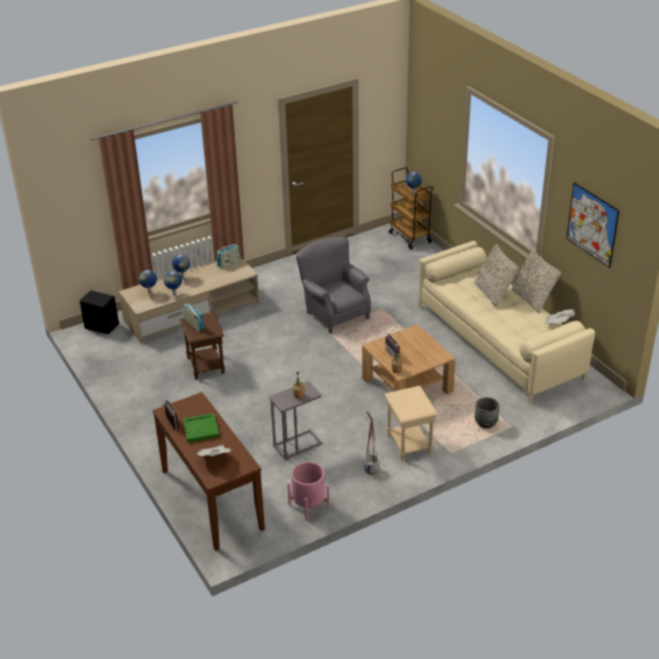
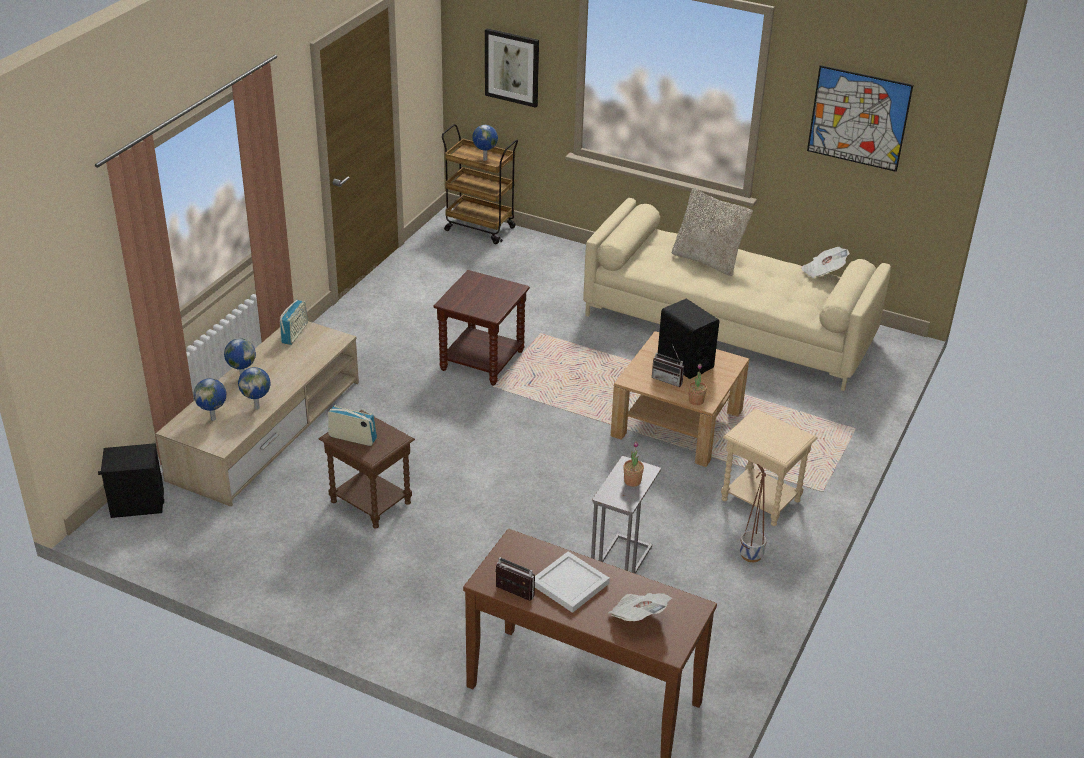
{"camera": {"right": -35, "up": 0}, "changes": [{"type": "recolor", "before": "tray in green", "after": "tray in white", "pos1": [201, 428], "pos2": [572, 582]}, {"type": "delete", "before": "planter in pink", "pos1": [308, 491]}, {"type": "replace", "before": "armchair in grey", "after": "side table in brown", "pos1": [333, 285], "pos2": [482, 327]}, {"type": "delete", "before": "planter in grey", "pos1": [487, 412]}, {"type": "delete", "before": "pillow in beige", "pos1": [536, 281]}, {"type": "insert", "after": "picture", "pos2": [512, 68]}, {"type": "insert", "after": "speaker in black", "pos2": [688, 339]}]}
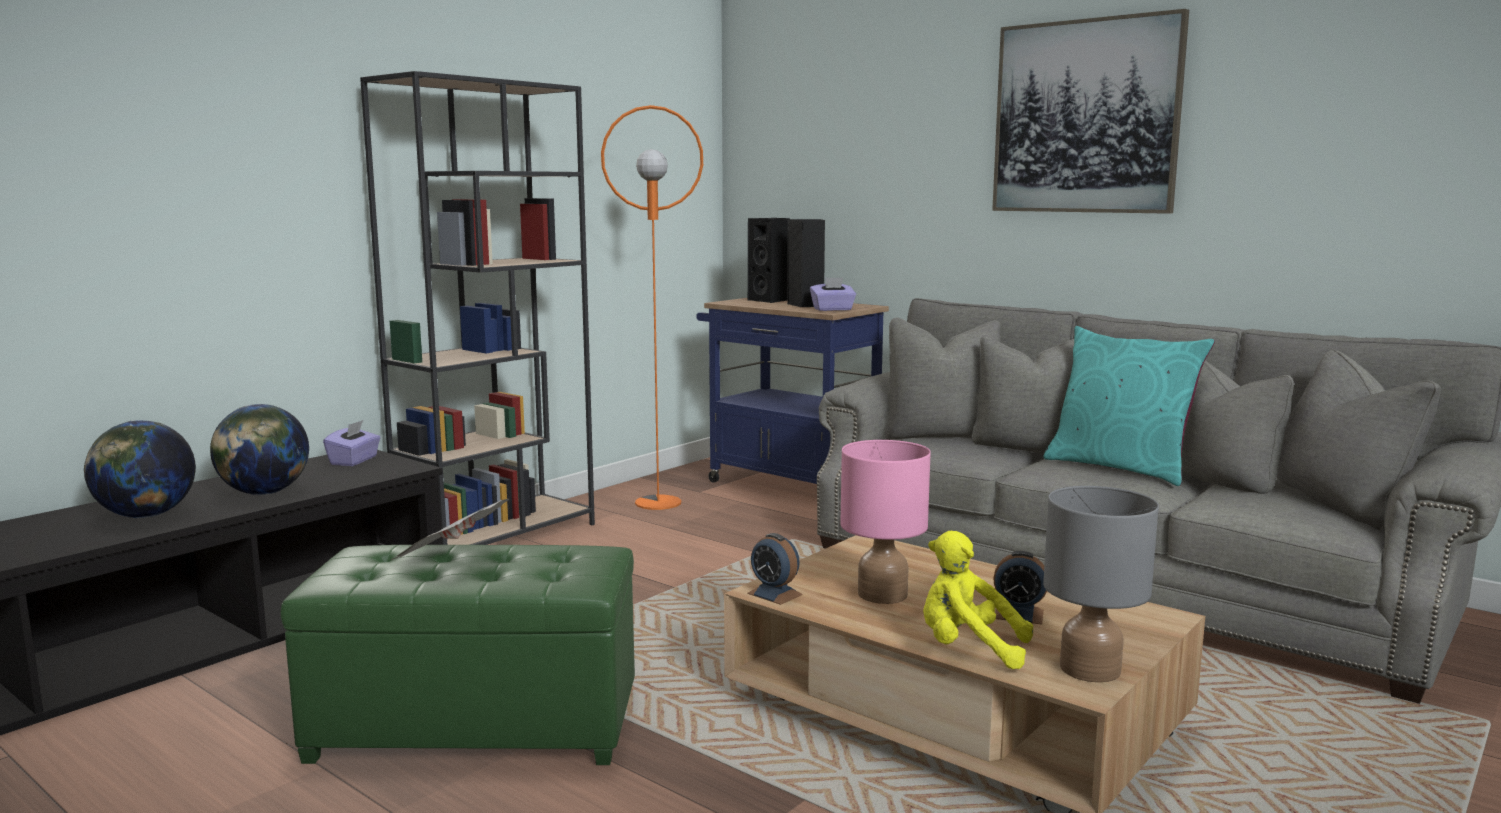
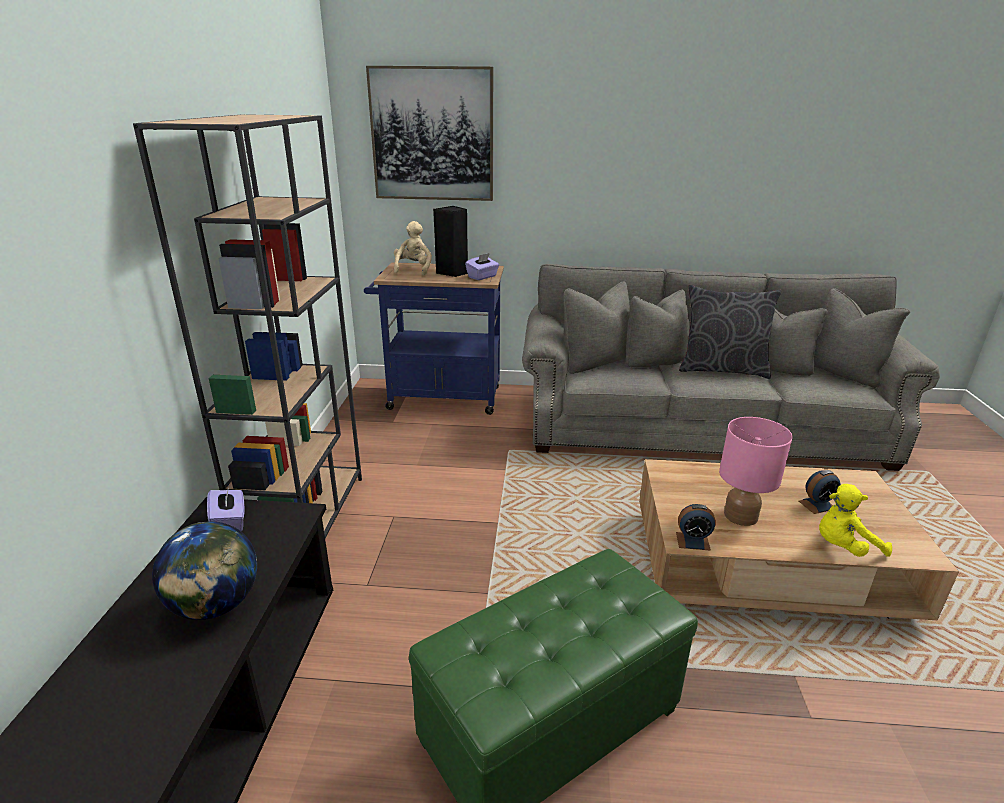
{"camera": {"right": -35, "up": 15}, "changes": [{"type": "delete", "before": "globe", "pos1": [140, 469]}, {"type": "delete", "before": "newspaper", "pos1": [450, 529]}, {"type": "delete", "before": "floor lamp in orange", "pos1": [652, 307]}, {"type": "replace", "before": "speaker in black", "after": "plush toy in beige", "pos1": [769, 260], "pos2": [413, 248]}, {"type": "move", "before": "picture", "pos1": [1090, 111], "pos2": [429, 133]}, {"type": "recolor", "before": "pillow in turquoise", "after": "pillow in grey", "pos1": [1129, 406], "pos2": [730, 332]}, {"type": "delete", "before": "table lamp in grey", "pos1": [1101, 584]}]}
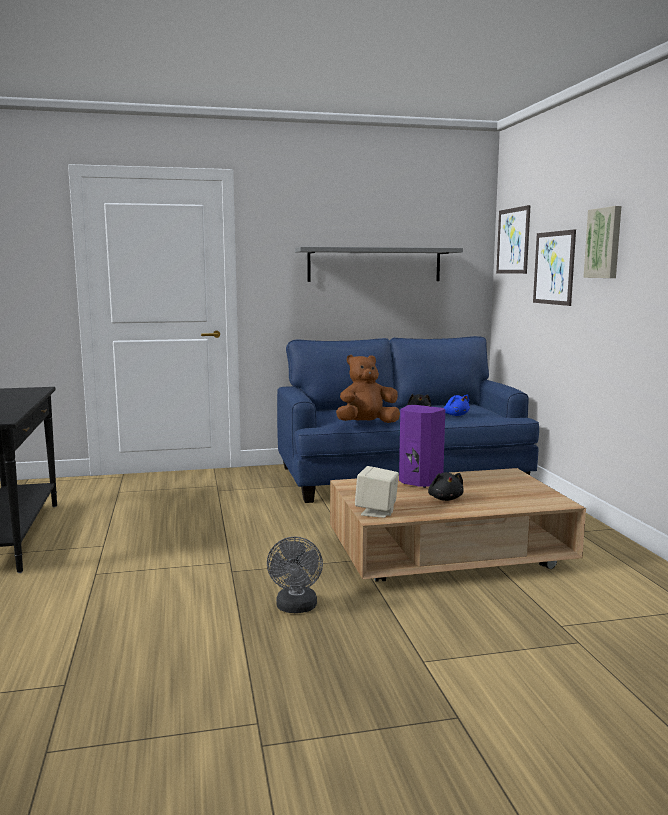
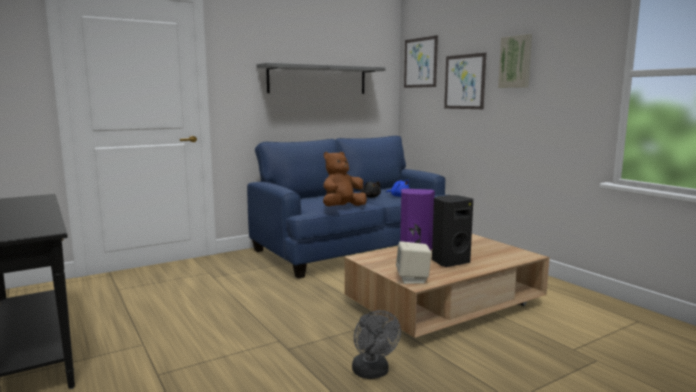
{"camera": {"right": -20, "up": 0}, "changes": [{"type": "replace", "before": "plush toy in black", "after": "speaker in black", "pos1": [446, 486], "pos2": [452, 231]}]}
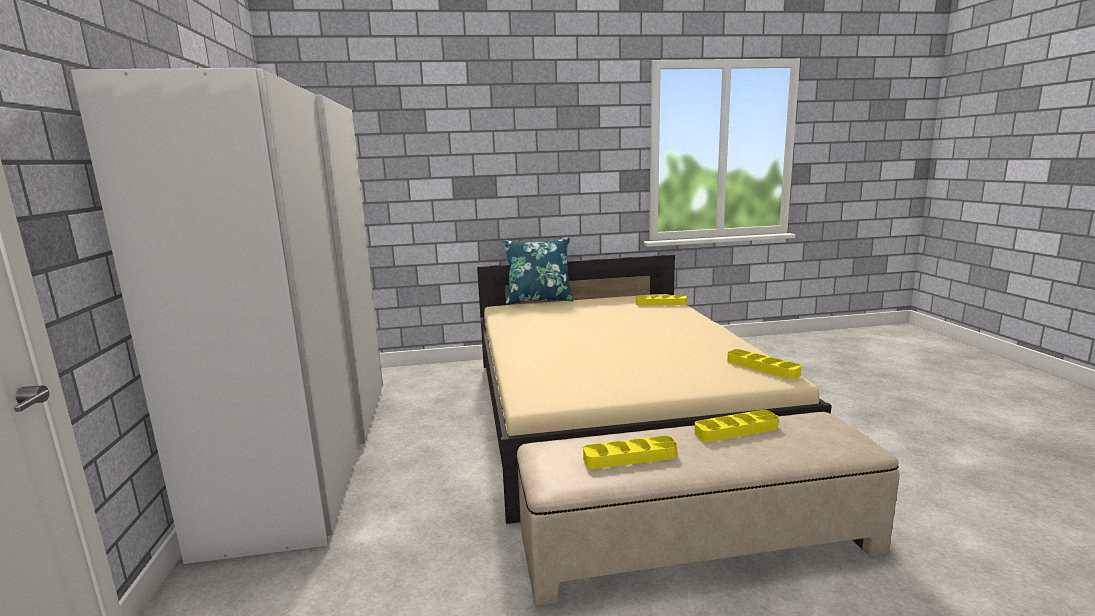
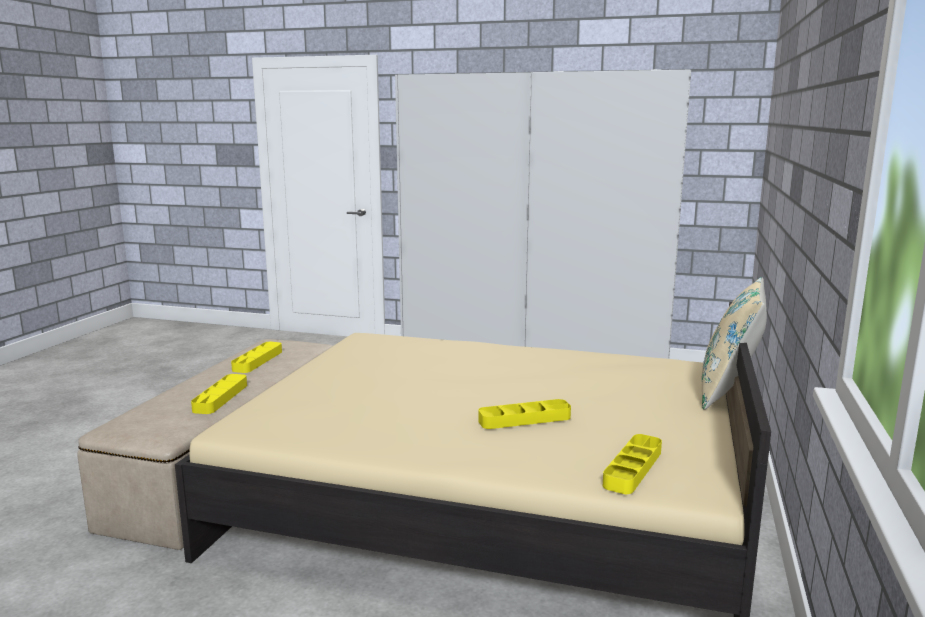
{"camera": {"right": 115, "up": 0}, "changes": [{"type": "recolor", "before": "pillow in blue", "after": "pillow in beige", "pos1": [538, 271], "pos2": [734, 343]}, {"type": "move", "before": "tray in yellow", "pos1": [764, 364], "pos2": [524, 414]}]}
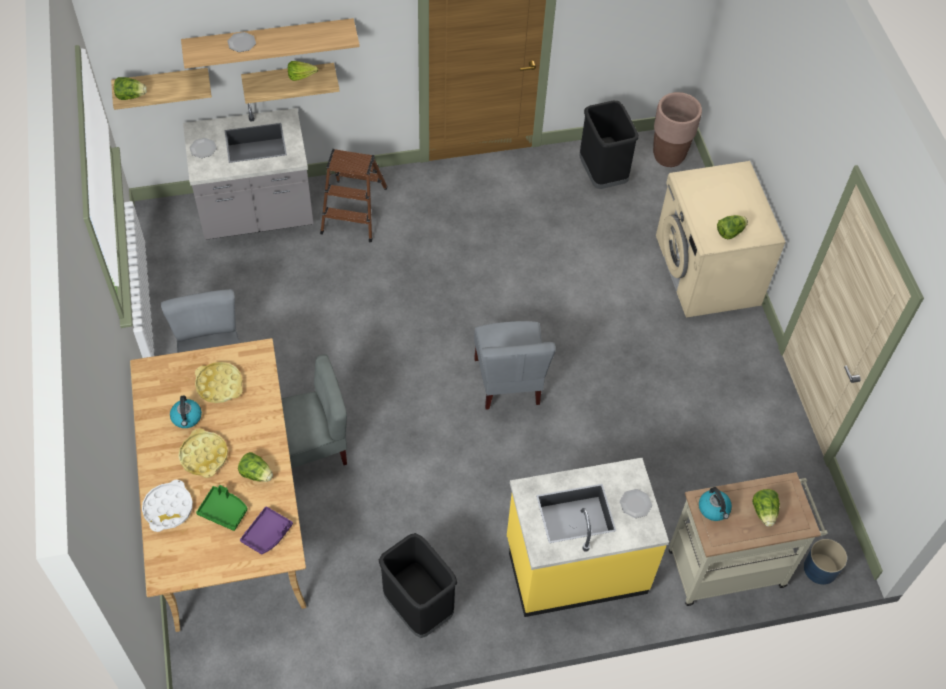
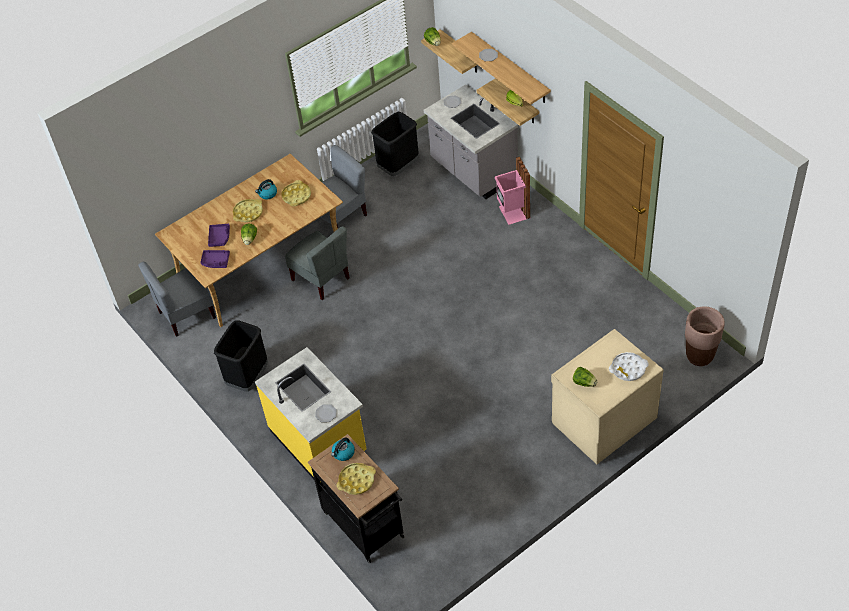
{"camera": {"right": 70, "up": -5}, "changes": [{"type": "move", "before": "tray in white", "pos1": [167, 506], "pos2": [629, 366]}, {"type": "recolor", "before": "tray in green", "after": "tray in purple", "pos1": [222, 508], "pos2": [219, 235]}, {"type": "replace", "before": "step ladder in brown", "after": "trash can in pink", "pos1": [354, 195], "pos2": [512, 191]}, {"type": "move", "before": "chair in grey", "pos1": [515, 365], "pos2": [177, 299]}, {"type": "move", "before": "trash can in black", "pos1": [609, 145], "pos2": [395, 144]}, {"type": "recolor", "before": "cart in beige", "after": "cart in black", "pos1": [748, 539], "pos2": [356, 498]}, {"type": "replace", "before": "lettuce", "after": "tray in yellow", "pos1": [766, 507], "pos2": [356, 479]}, {"type": "delete", "before": "planter in blue", "pos1": [825, 562]}]}
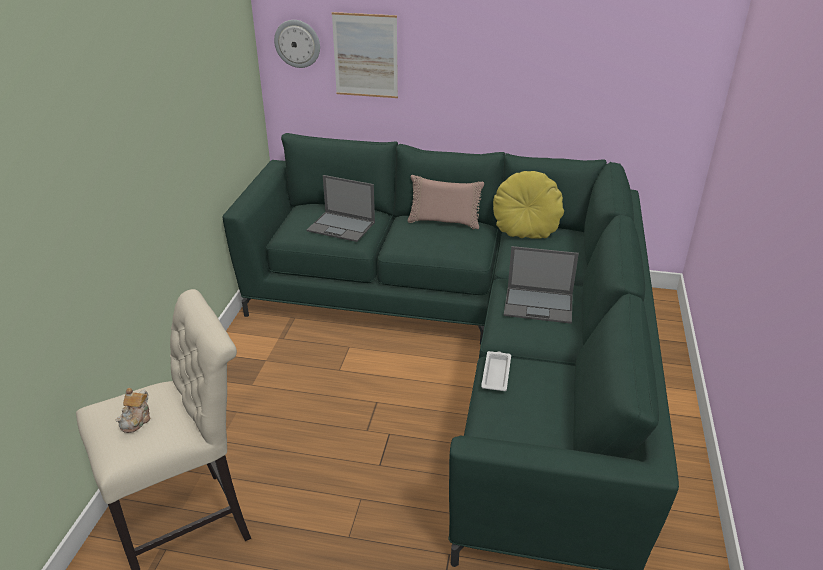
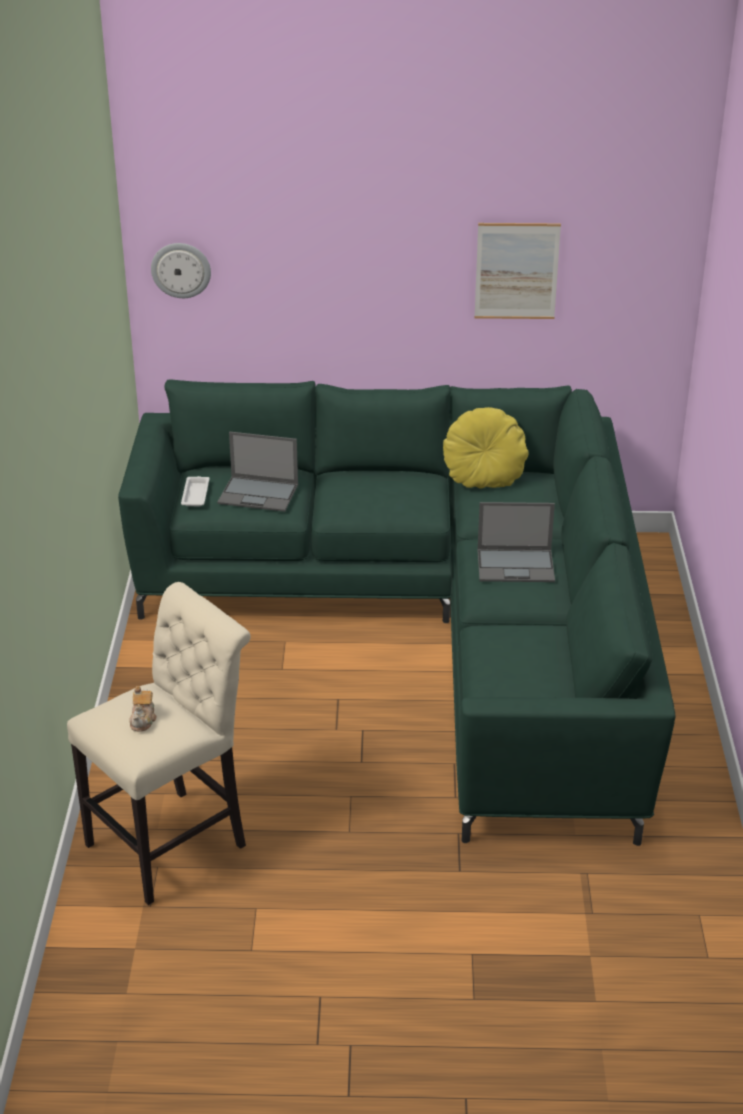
{"camera": {"right": -10, "up": 0}, "changes": [{"type": "move", "before": "picture", "pos1": [365, 55], "pos2": [517, 271]}, {"type": "delete", "before": "pillow in beige", "pos1": [445, 202]}, {"type": "move", "before": "tray in white", "pos1": [496, 371], "pos2": [195, 491]}]}
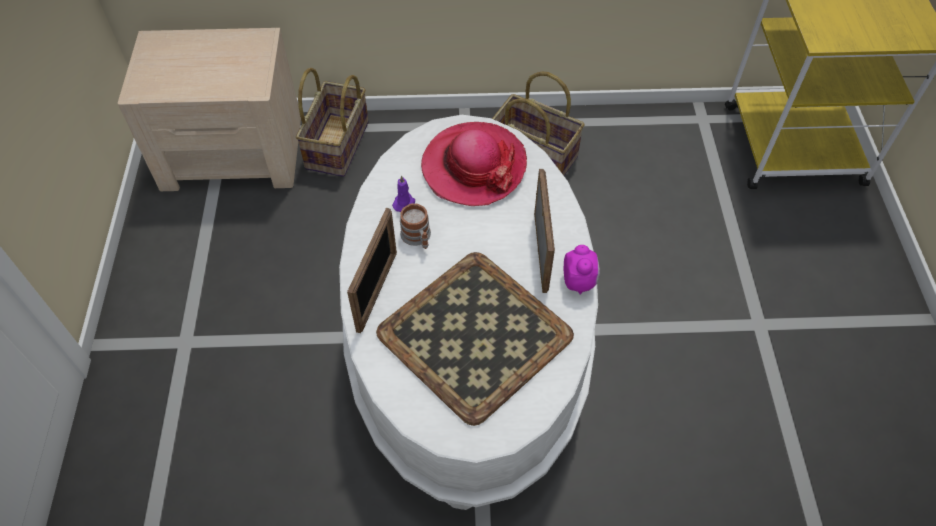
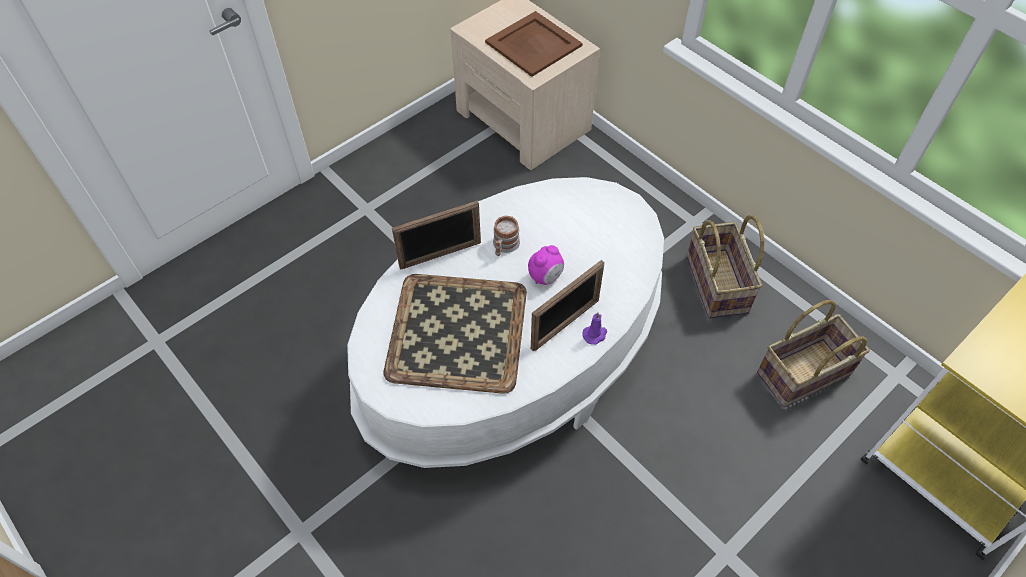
{"camera": {"right": 50, "up": 0}, "changes": [{"type": "move", "before": "basket", "pos1": [332, 122], "pos2": [813, 353]}, {"type": "move", "before": "candle in purple", "pos1": [403, 193], "pos2": [594, 328]}, {"type": "delete", "before": "hat", "pos1": [474, 164]}, {"type": "move", "before": "alarm clock", "pos1": [582, 270], "pos2": [546, 265]}, {"type": "insert", "after": "tray in brown", "pos2": [534, 44]}]}
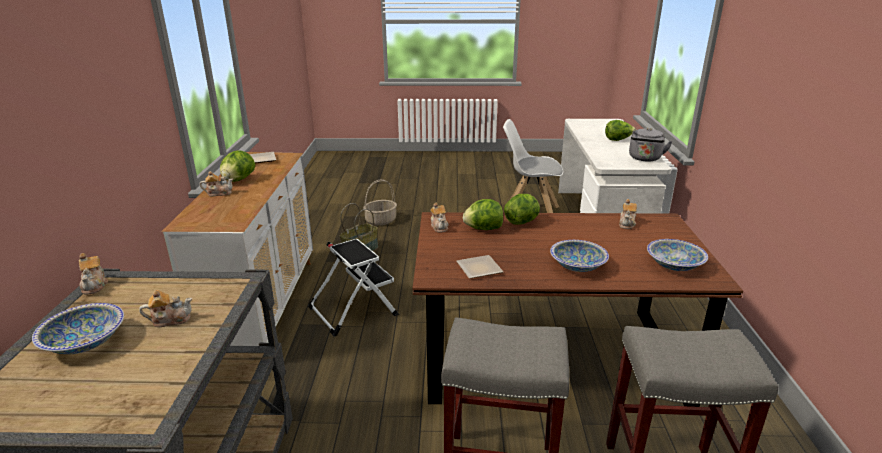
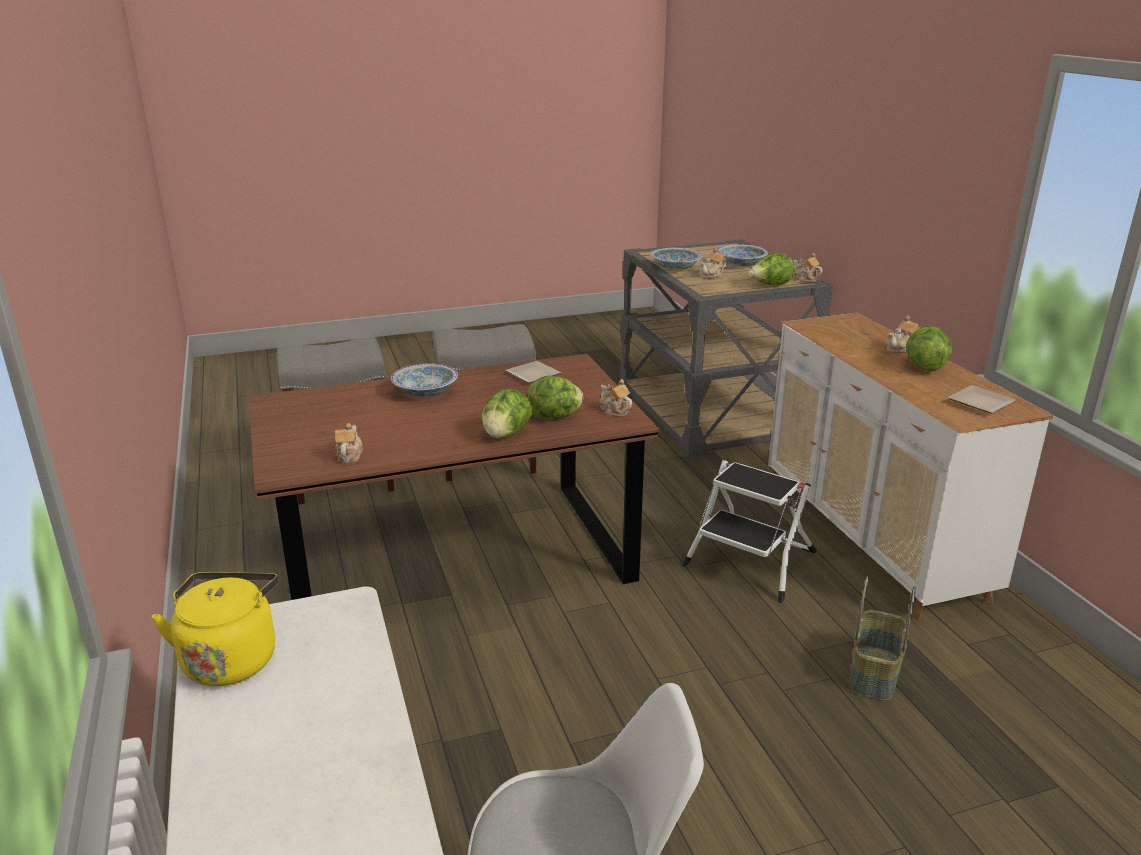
{"camera": {"right": 160, "up": 0}, "changes": [{"type": "delete", "before": "basket", "pos1": [380, 203]}, {"type": "move", "before": "lettuce", "pos1": [620, 130], "pos2": [771, 269]}, {"type": "recolor", "before": "kettle in grey", "after": "kettle in yellow", "pos1": [651, 145], "pos2": [215, 629]}, {"type": "move", "before": "bowl", "pos1": [677, 255], "pos2": [676, 259]}]}
